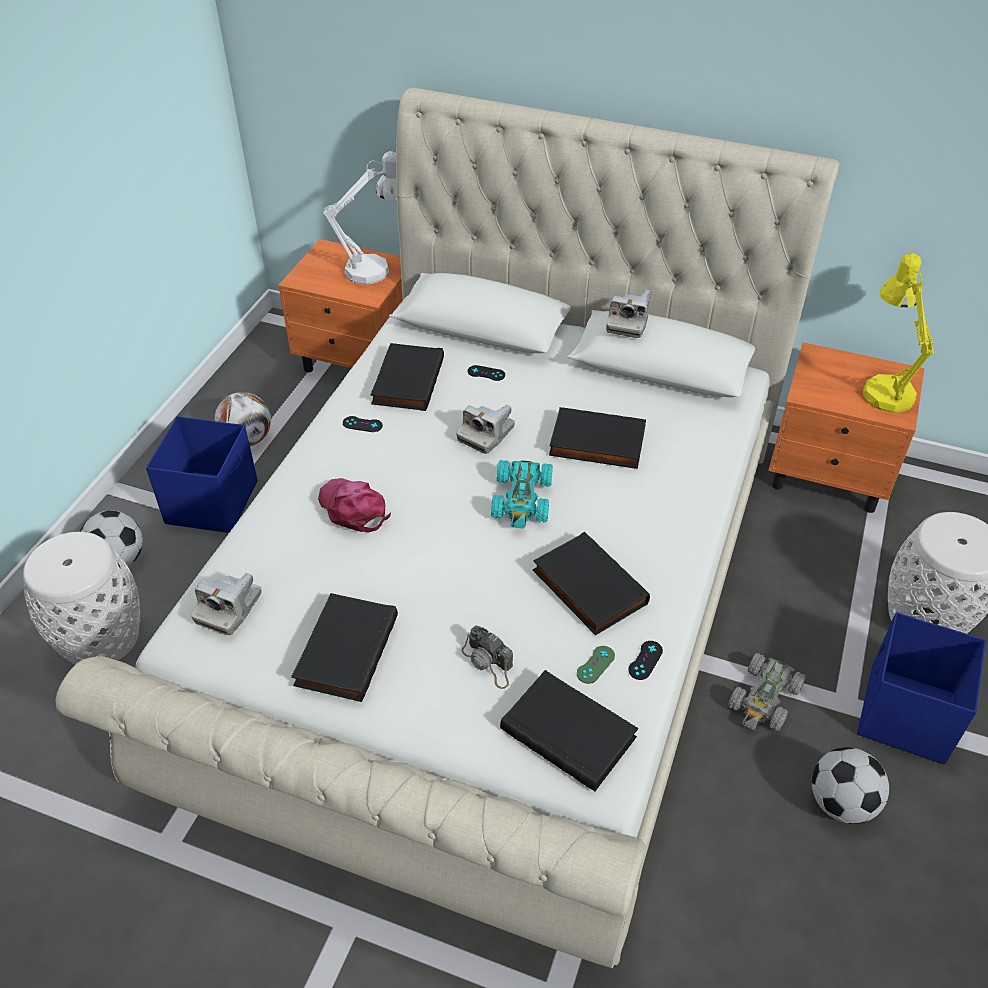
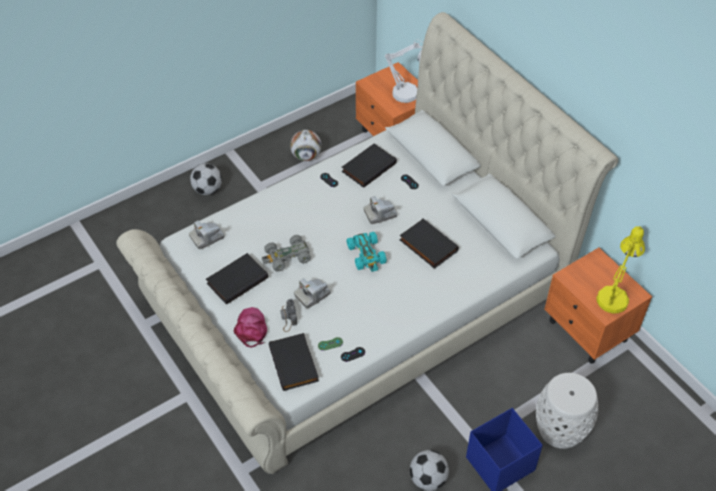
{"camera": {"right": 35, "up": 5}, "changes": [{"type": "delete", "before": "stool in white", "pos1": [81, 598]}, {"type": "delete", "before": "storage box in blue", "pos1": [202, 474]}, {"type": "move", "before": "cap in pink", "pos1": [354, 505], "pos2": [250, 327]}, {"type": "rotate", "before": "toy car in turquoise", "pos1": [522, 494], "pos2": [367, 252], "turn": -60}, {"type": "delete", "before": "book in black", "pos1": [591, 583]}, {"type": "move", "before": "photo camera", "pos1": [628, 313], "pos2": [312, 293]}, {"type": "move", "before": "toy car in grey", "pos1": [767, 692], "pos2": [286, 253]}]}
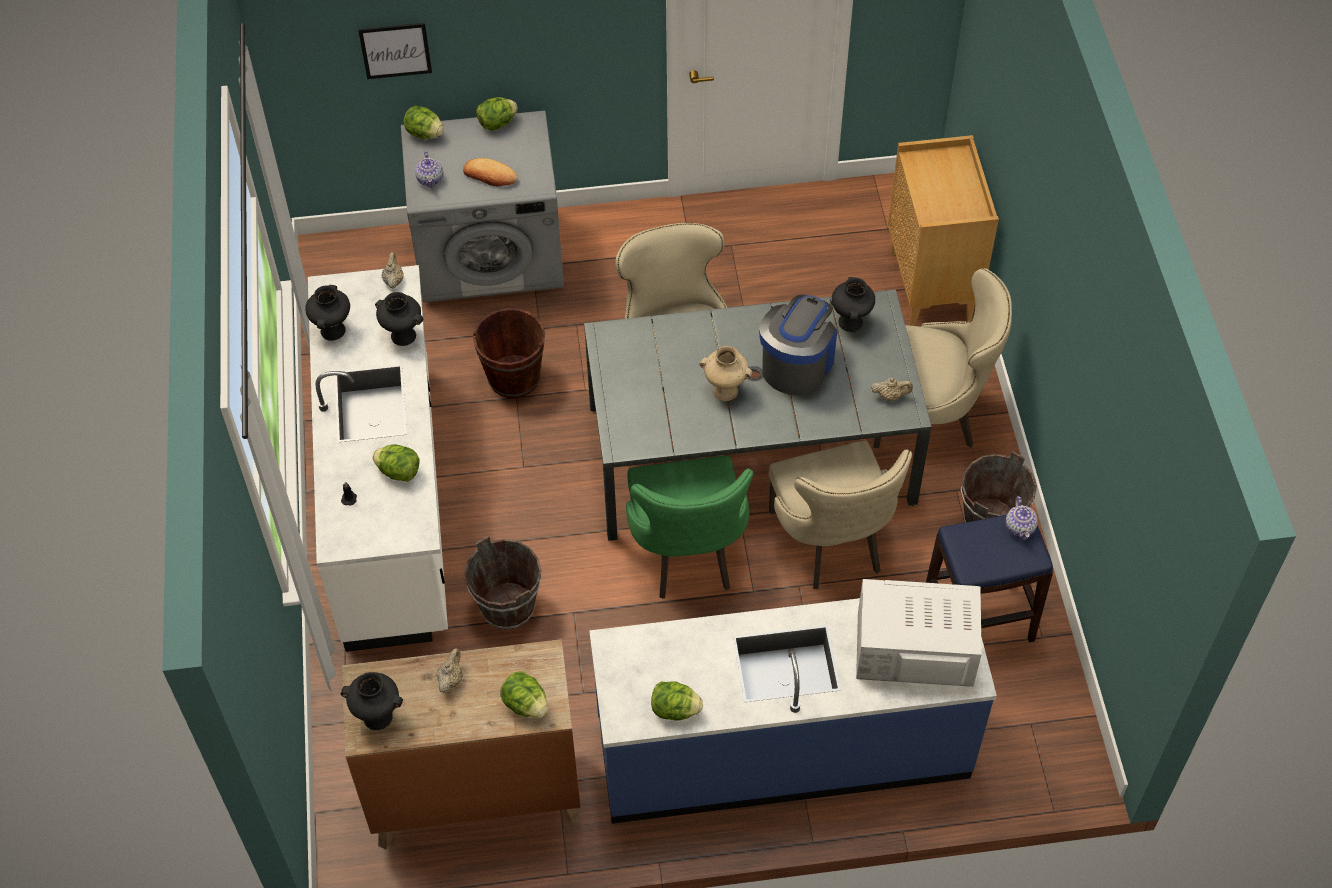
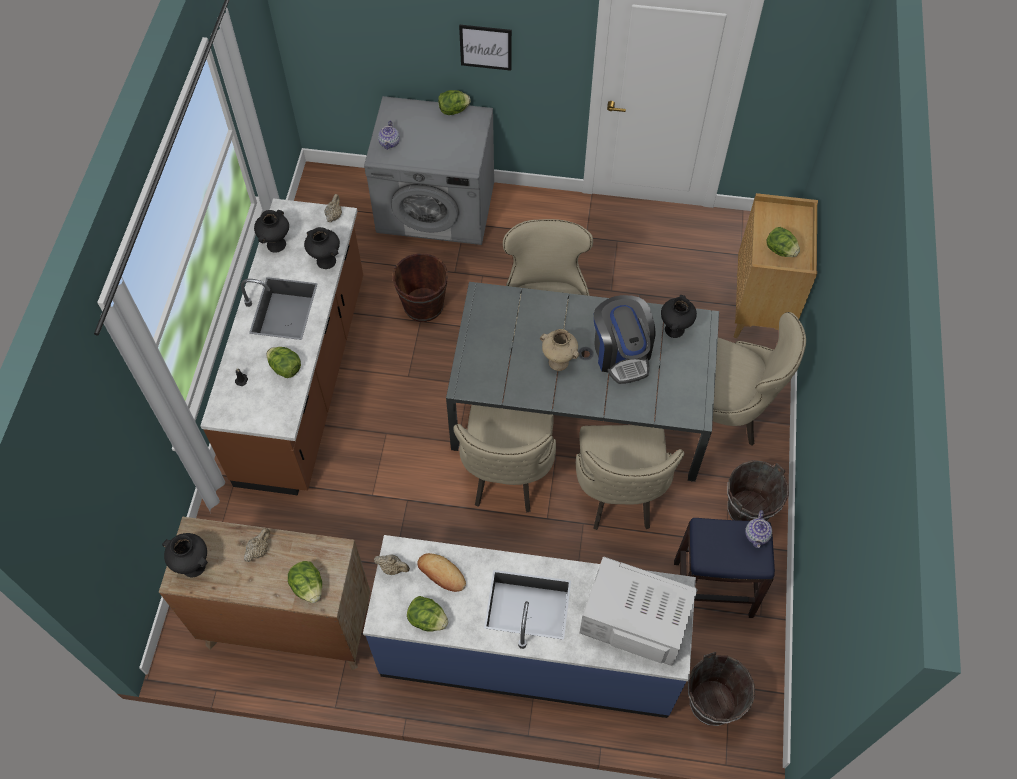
{"camera": {"right": 15, "up": 5}, "changes": [{"type": "recolor", "before": "counter in white", "after": "counter in brown", "pos1": [378, 458], "pos2": [281, 346]}, {"type": "move", "before": "picture", "pos1": [395, 51], "pos2": [485, 48]}, {"type": "move", "before": "lettuce", "pos1": [424, 122], "pos2": [783, 242]}, {"type": "move", "before": "bread", "pos1": [490, 172], "pos2": [441, 572]}, {"type": "move", "before": "bucket in brown", "pos1": [503, 583], "pos2": [721, 689]}, {"type": "recolor", "before": "chair in green", "after": "chair in beige", "pos1": [690, 527], "pos2": [505, 459]}, {"type": "rotate", "before": "coffee machine", "pos1": [798, 344], "pos2": [625, 339], "turn": 120}, {"type": "move", "before": "teapot in beige", "pos1": [892, 389], "pos2": [392, 565]}]}
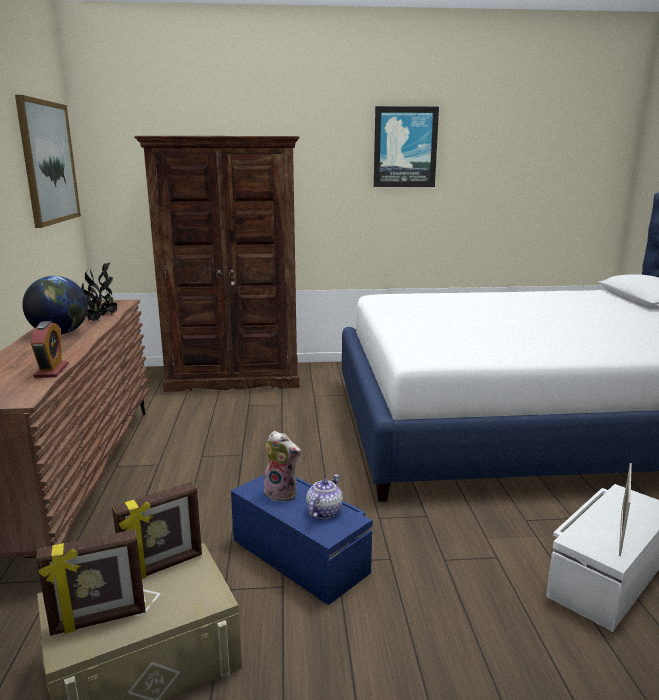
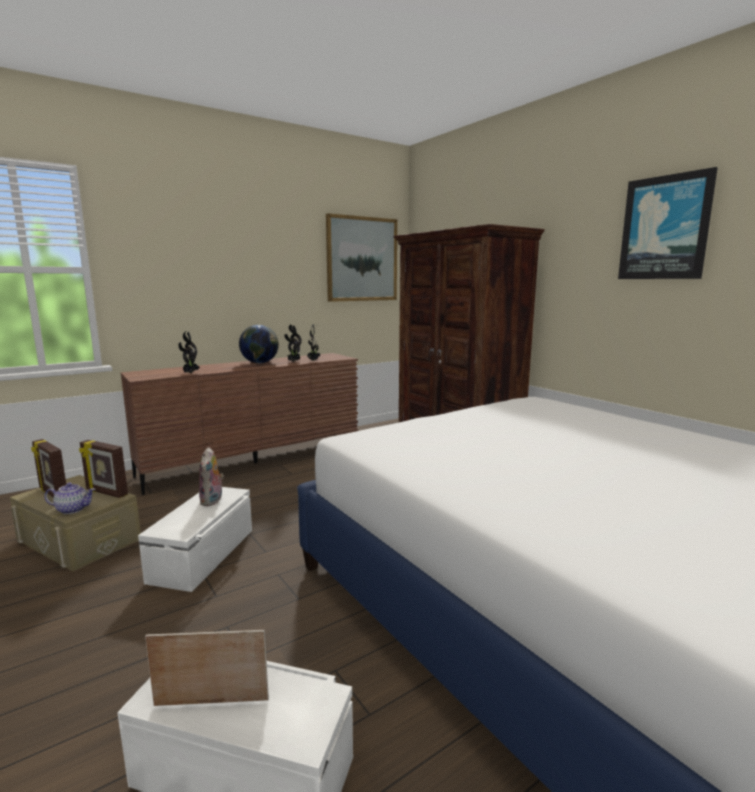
{"camera": {"right": 60, "up": -5}, "changes": [{"type": "replace", "before": "alarm clock", "after": "potted plant", "pos1": [50, 349], "pos2": [189, 352]}, {"type": "recolor", "before": "storage box in blue", "after": "storage box in white", "pos1": [301, 540], "pos2": [195, 539]}, {"type": "move", "before": "teapot", "pos1": [324, 497], "pos2": [69, 498]}]}
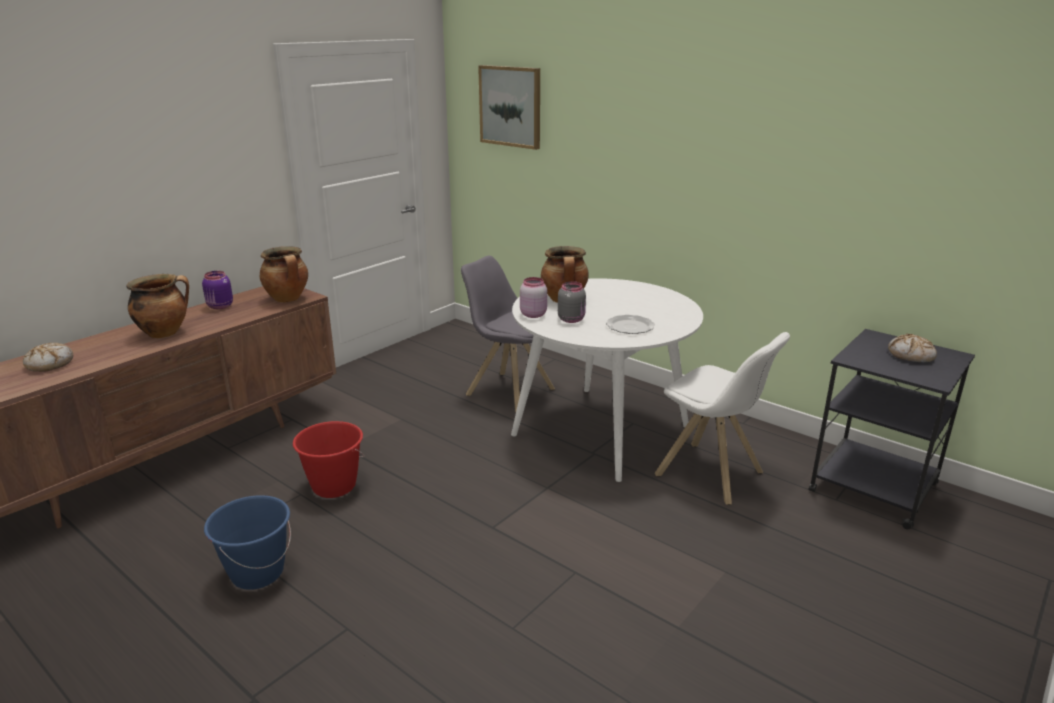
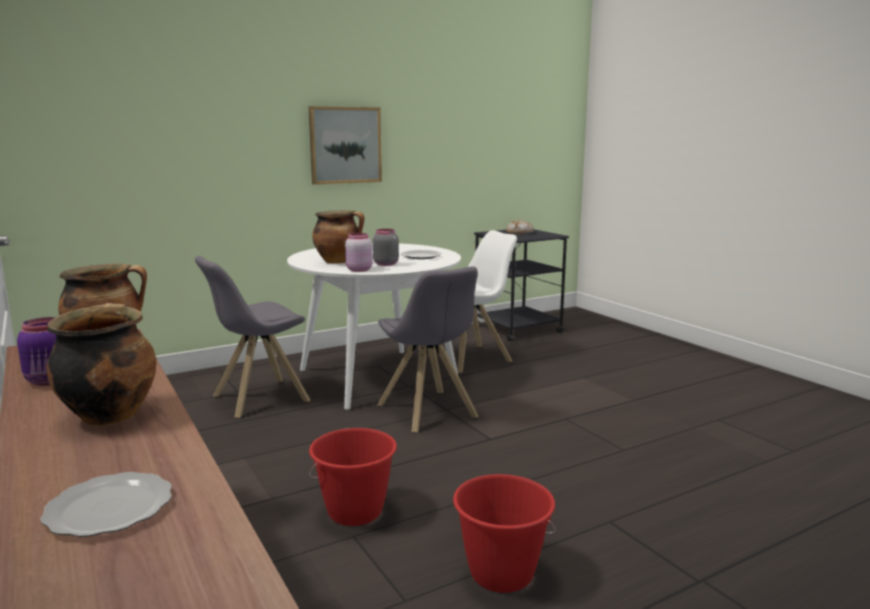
{"camera": {"right": -70, "up": -10}, "changes": [{"type": "replace", "before": "bread", "after": "plate", "pos1": [48, 357], "pos2": [106, 504]}, {"type": "recolor", "before": "bucket in blue", "after": "bucket in red", "pos1": [247, 542], "pos2": [504, 533]}, {"type": "move", "before": "picture", "pos1": [509, 107], "pos2": [345, 145]}, {"type": "insert", "after": "chair in grey", "pos2": [427, 349]}]}
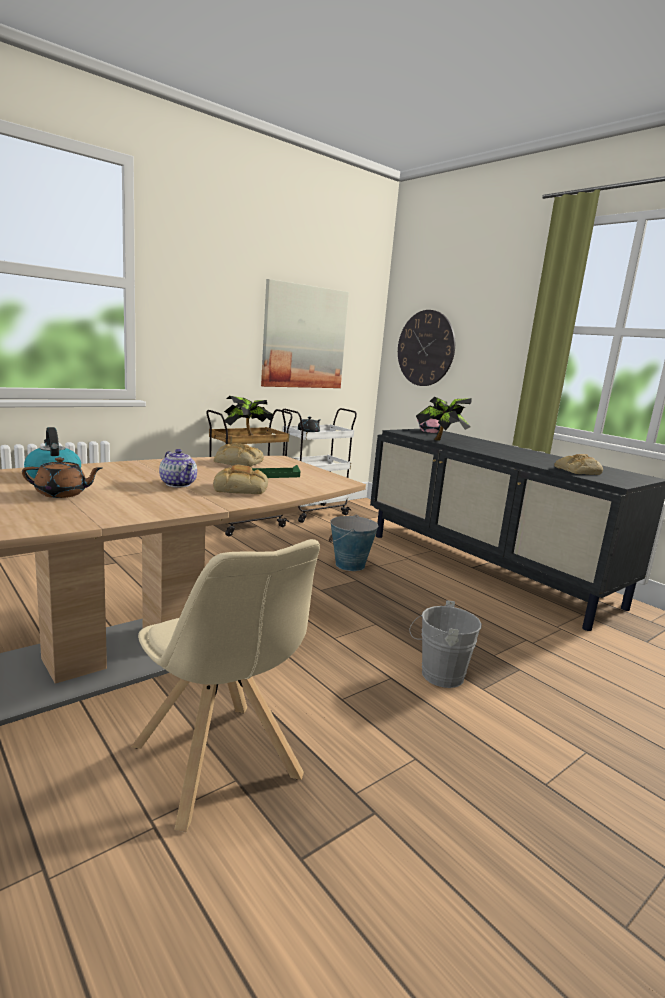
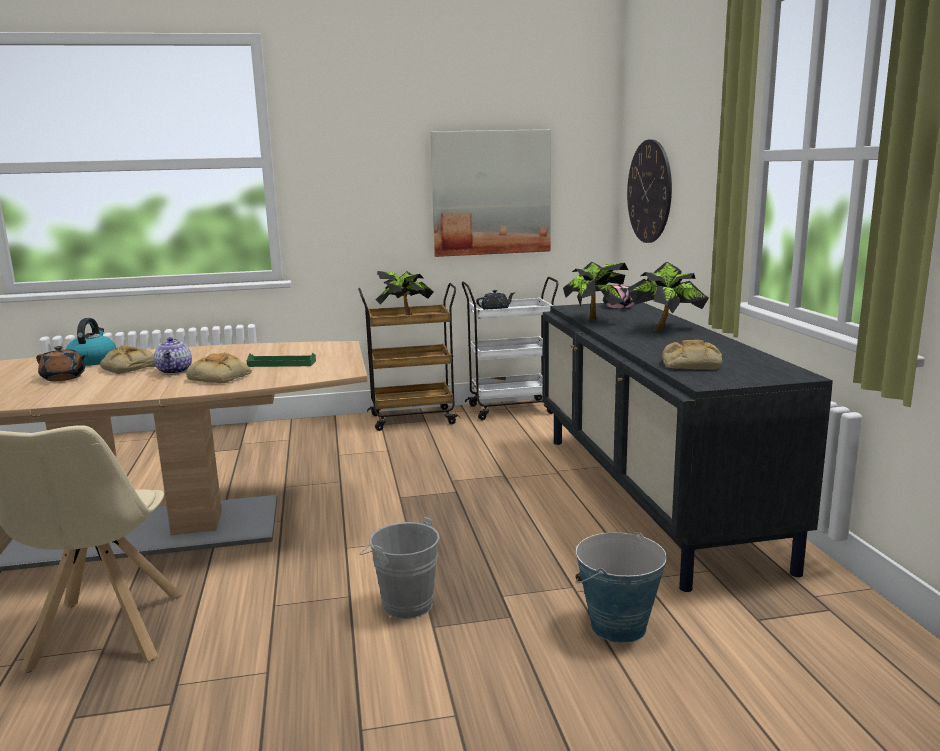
{"camera": {"right": 30, "up": 0}, "changes": [{"type": "move", "before": "bread", "pos1": [239, 455], "pos2": [128, 359]}, {"type": "move", "before": "bucket", "pos1": [353, 542], "pos2": [621, 587]}, {"type": "insert", "after": "potted plant", "pos2": [668, 296]}]}
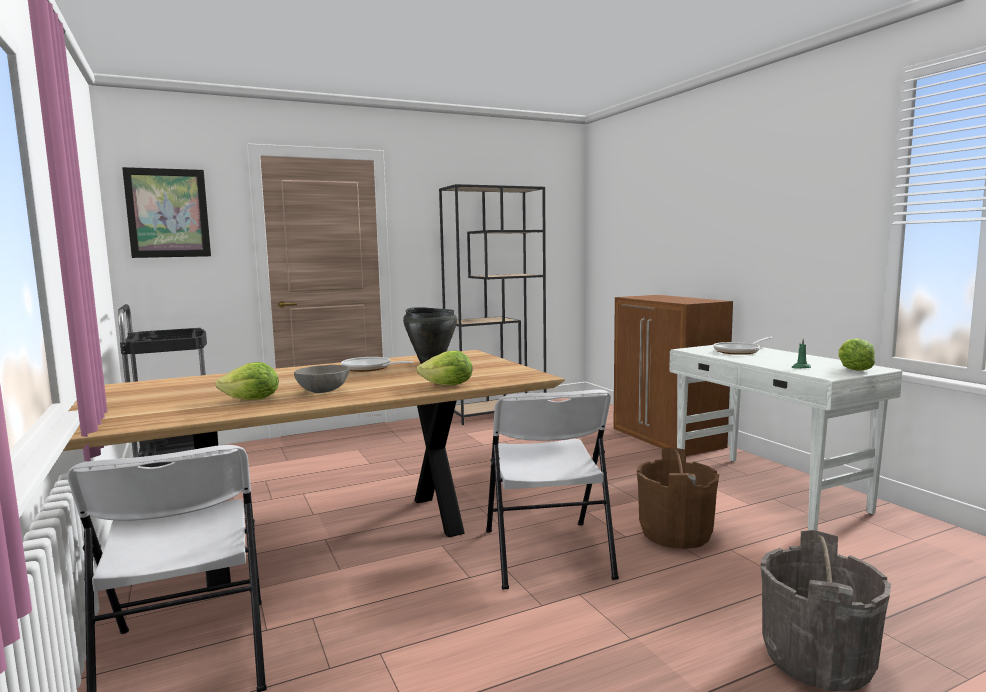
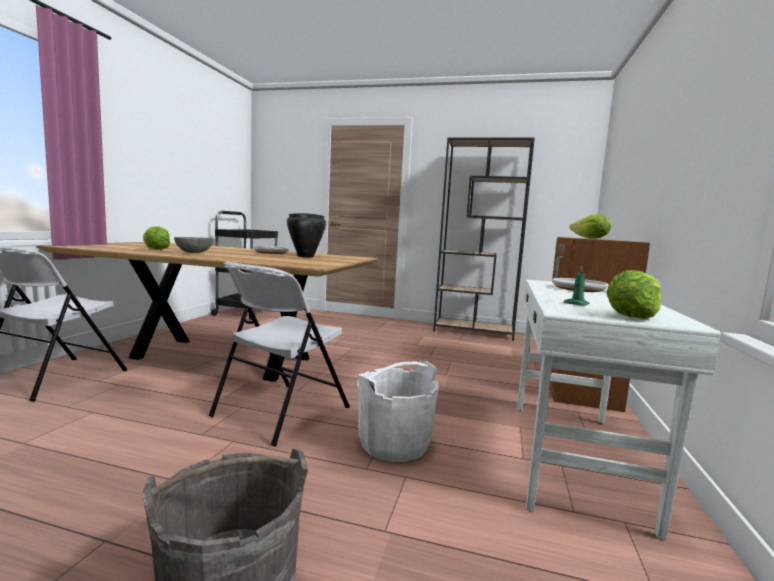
{"camera": {"right": 40, "up": 0}, "changes": [{"type": "delete", "before": "picture", "pos1": [166, 212]}, {"type": "move", "before": "lettuce", "pos1": [445, 367], "pos2": [590, 226]}, {"type": "recolor", "before": "bucket in brown", "after": "bucket in white", "pos1": [678, 498], "pos2": [398, 411]}]}
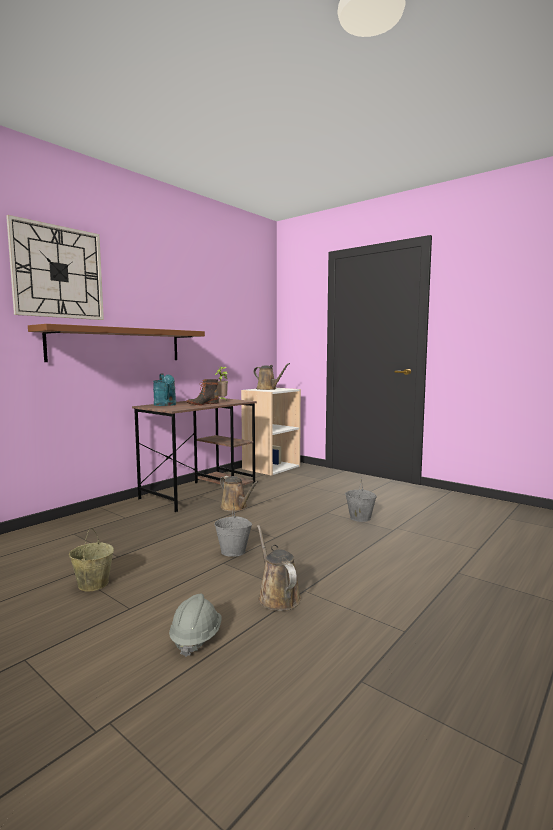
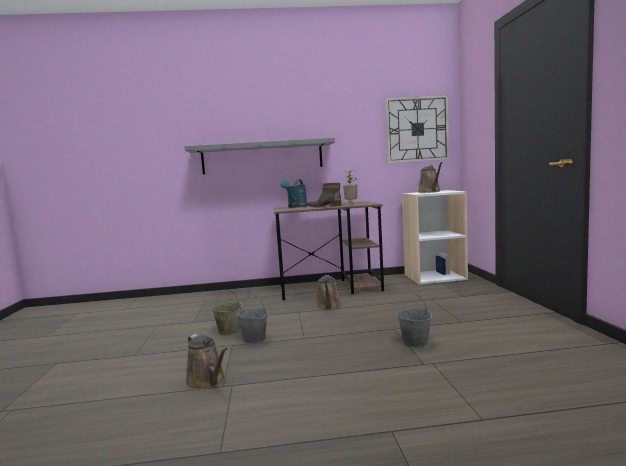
{"camera": {"right": 45, "up": 0}, "changes": [{"type": "move", "before": "wall clock", "pos1": [55, 267], "pos2": [417, 129]}, {"type": "recolor", "before": "shelf in brown", "after": "shelf in grey", "pos1": [116, 343], "pos2": [260, 156]}, {"type": "move", "before": "bucket in beige", "pos1": [91, 559], "pos2": [227, 312]}, {"type": "delete", "before": "hard hat in grey", "pos1": [195, 625]}, {"type": "rotate", "before": "watering can in brown", "pos1": [279, 568], "pos2": [206, 362], "turn": 120}]}
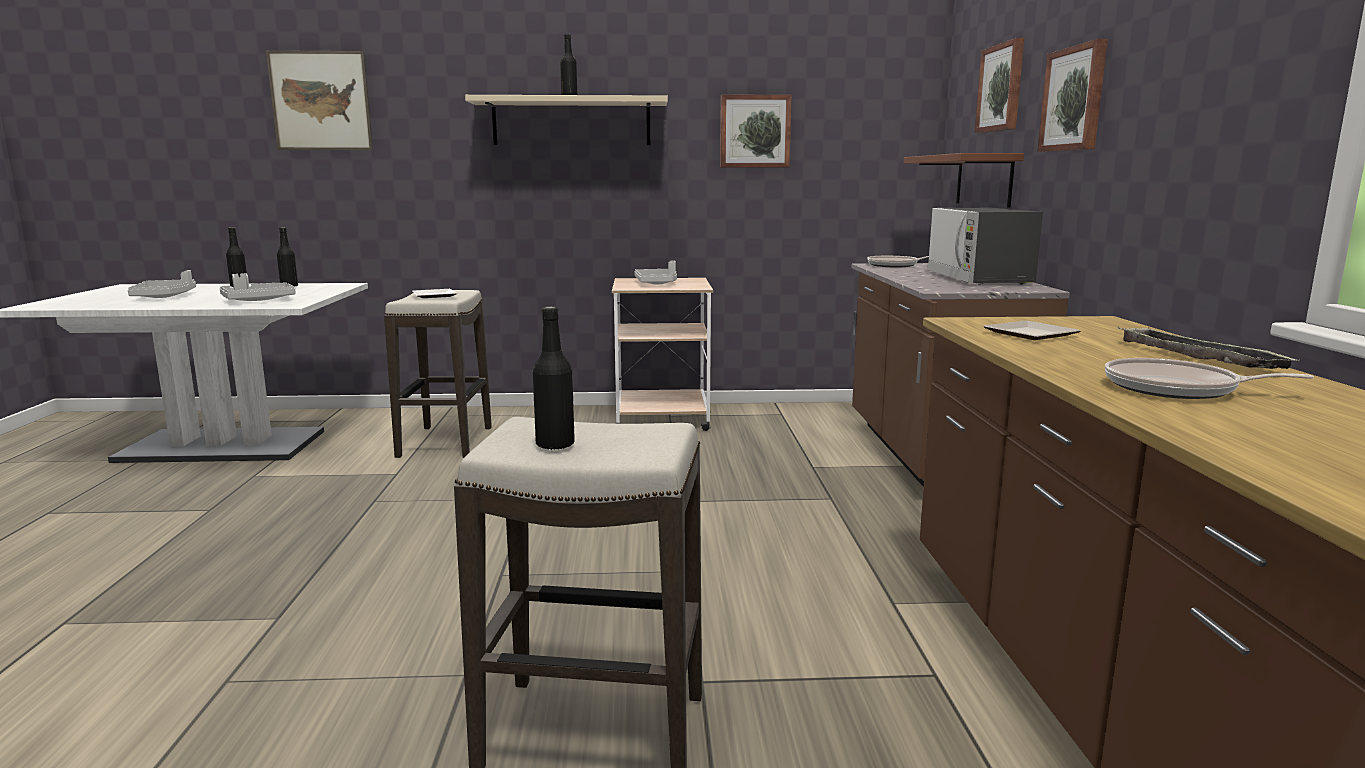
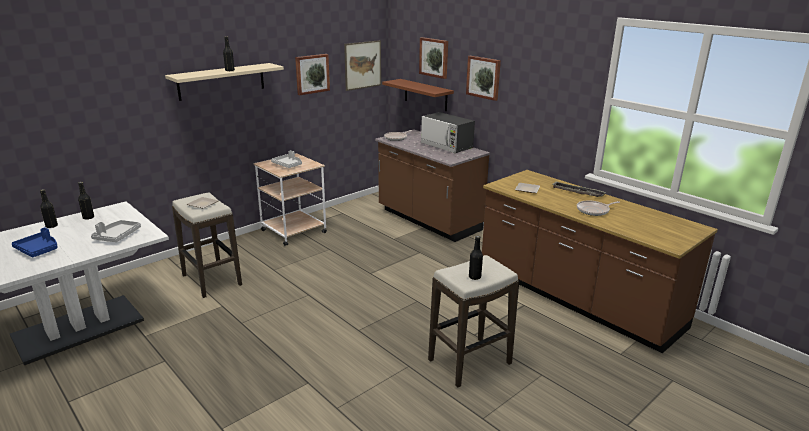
{"camera": {"right": -40, "up": 10}, "changes": [{"type": "recolor", "before": "tray in grey", "after": "tray in blue", "pos1": [162, 284], "pos2": [35, 242]}, {"type": "move", "before": "picture", "pos1": [319, 100], "pos2": [362, 65]}]}
